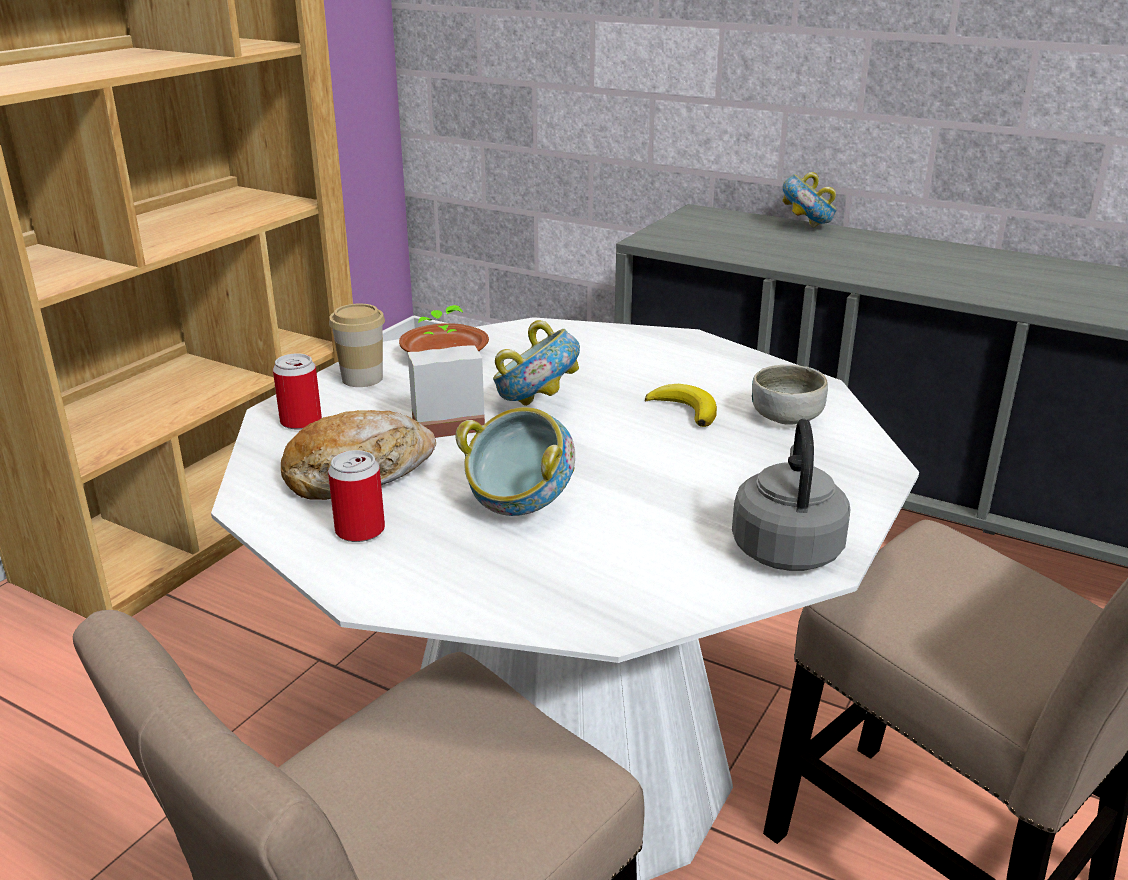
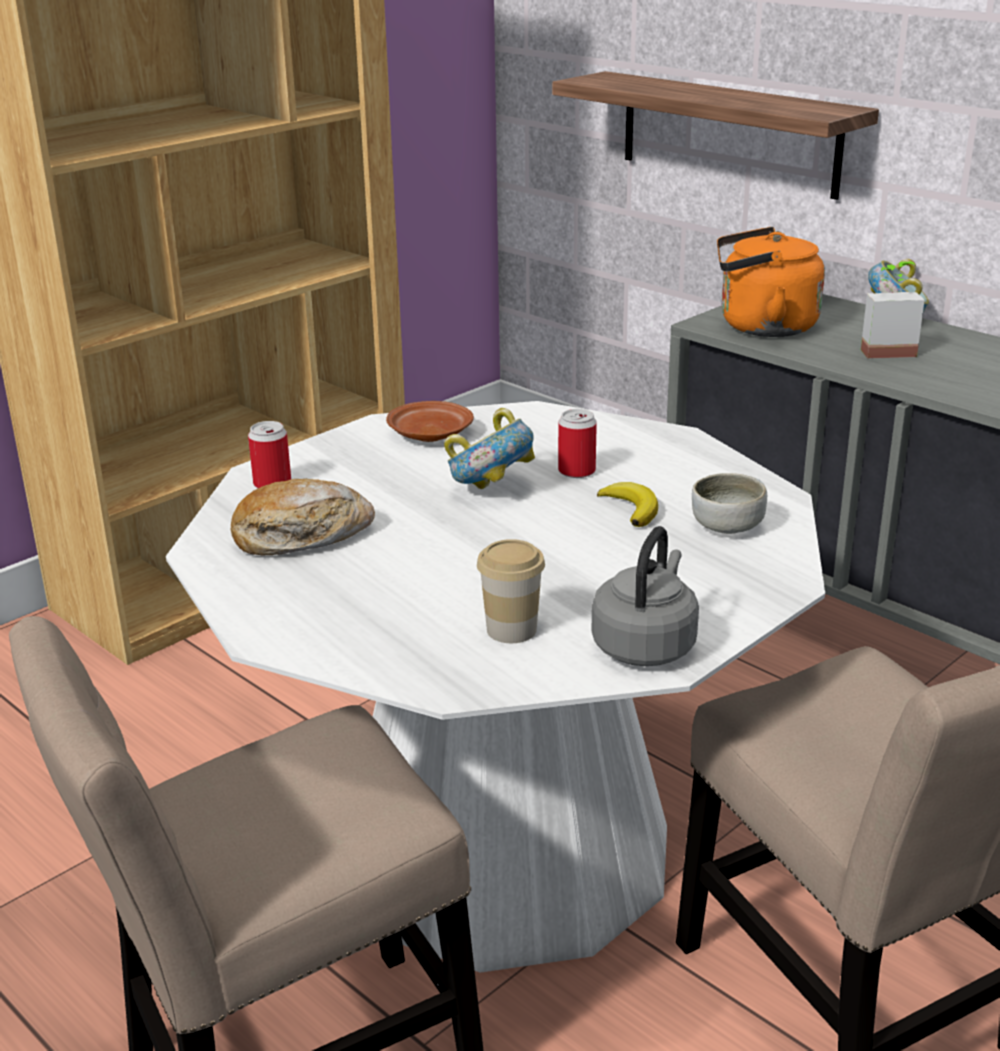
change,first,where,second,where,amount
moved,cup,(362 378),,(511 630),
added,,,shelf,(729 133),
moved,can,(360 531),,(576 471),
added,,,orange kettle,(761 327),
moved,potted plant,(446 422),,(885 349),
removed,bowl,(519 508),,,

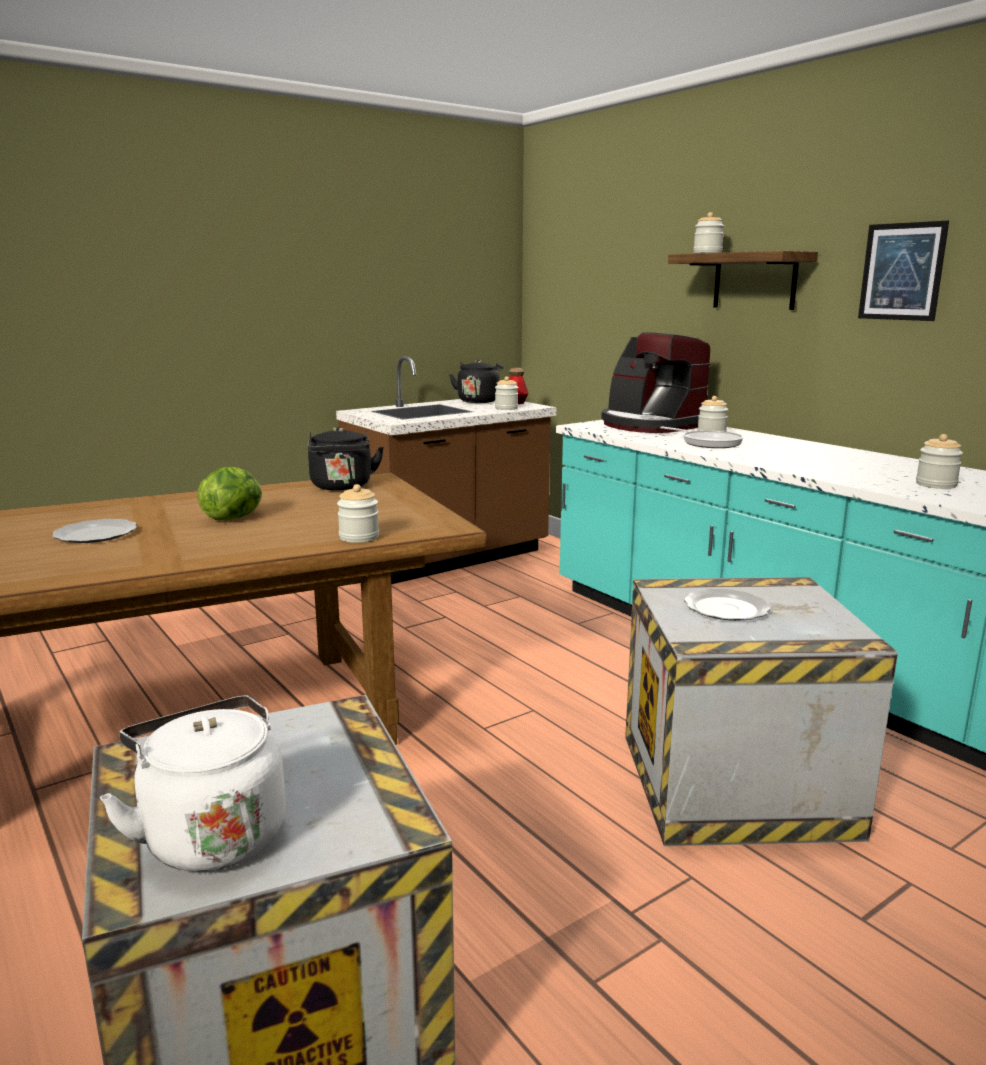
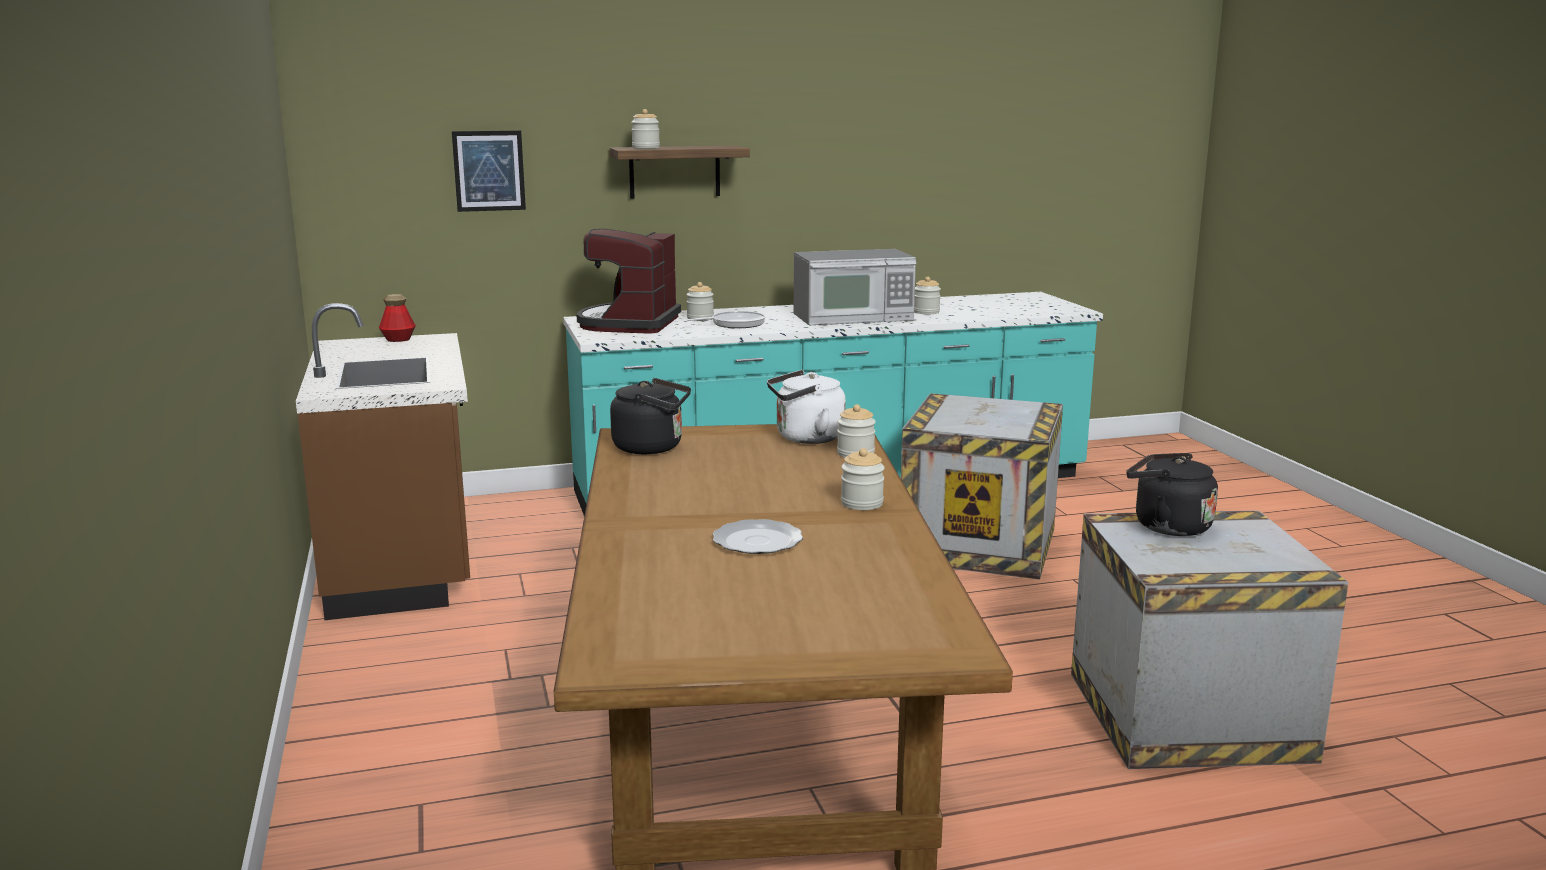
change,first,where,second,where,amount
moved,picture,(901 271),,(489 171),
turned,coffee machine,(650 425),,(629 324),120 degrees clockwise
moved,white kettle,(211 833),,(805 438),
added,,,microwave,(854 317),
moved,jar,(506 408),,(862 503),
moved,black kettle,(478 401),,(1167 526),
removed,lettuce,(234 518),,,
removed,plate,(726 608),,,

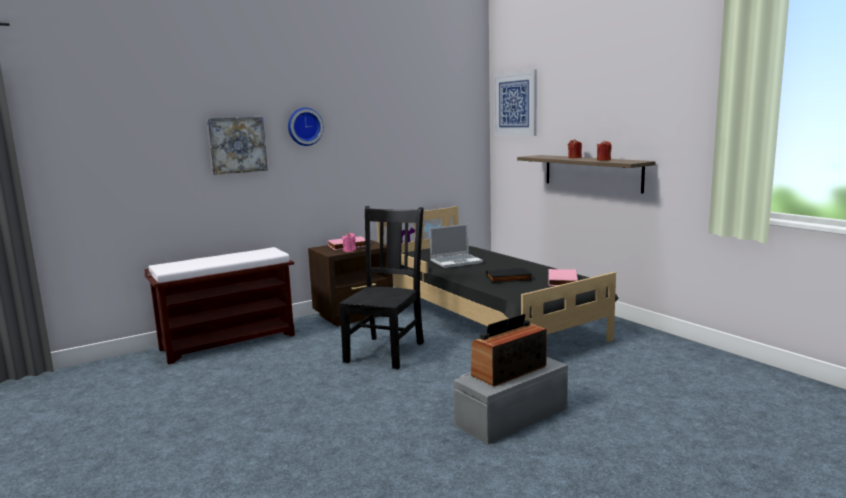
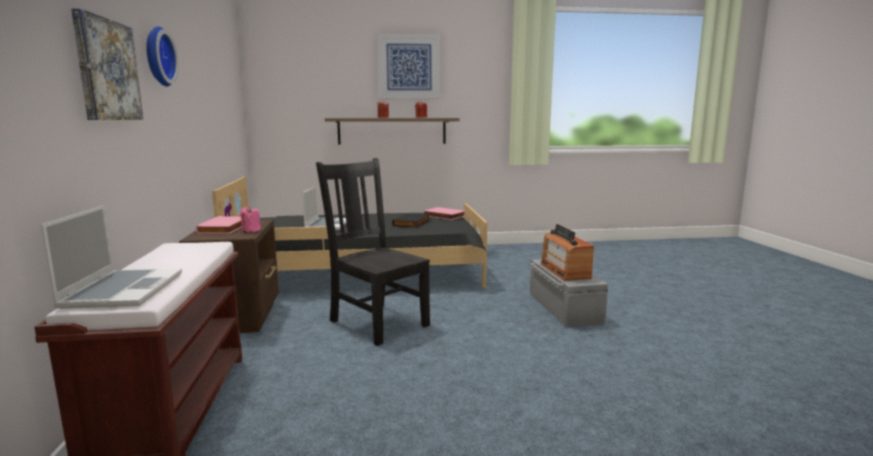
change,first,where,second,where,amount
added,,,laptop,(123 290),
moved,picture,(515 104),,(408 67),

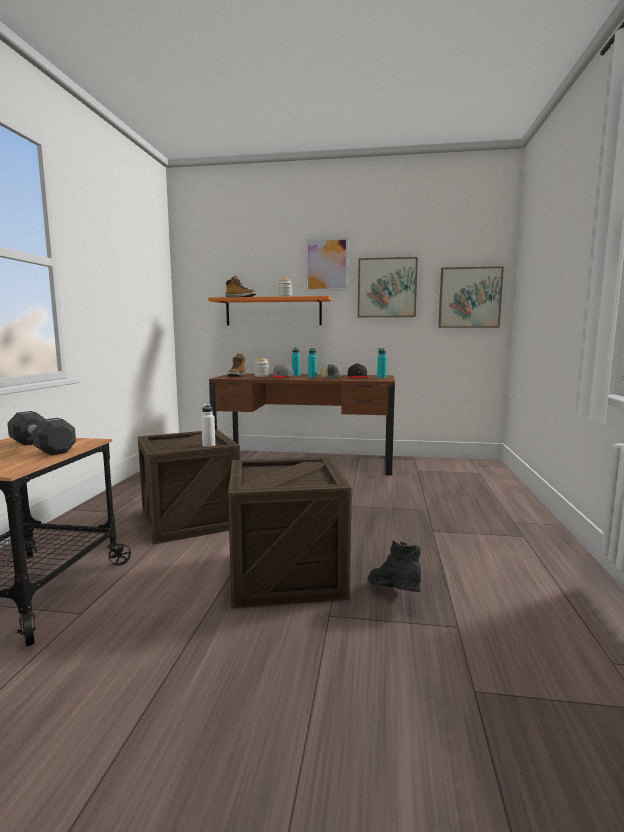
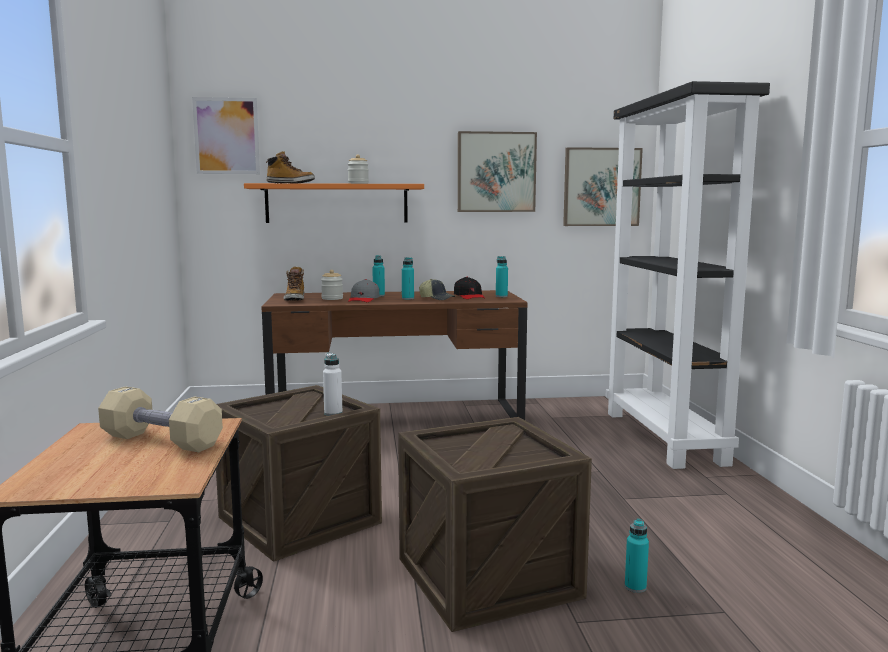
change,first,where,second,where,amount
recoloured,black dumbbell,(42 448),beige dumbbell,(162 441),
moved,picture,(326 264),,(226 136),
added,,,black bookcase,(665 437),
replaced,black boot,(395 596),turquoise bottle,(635 587),

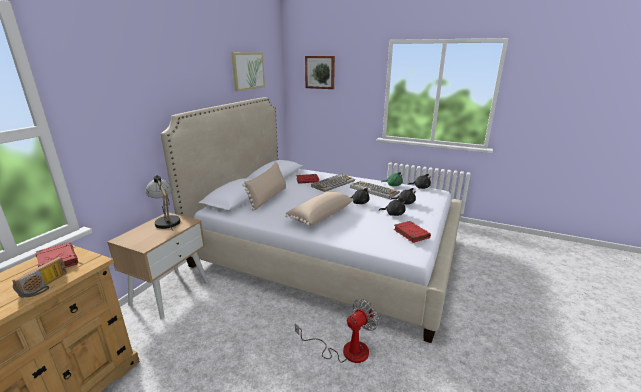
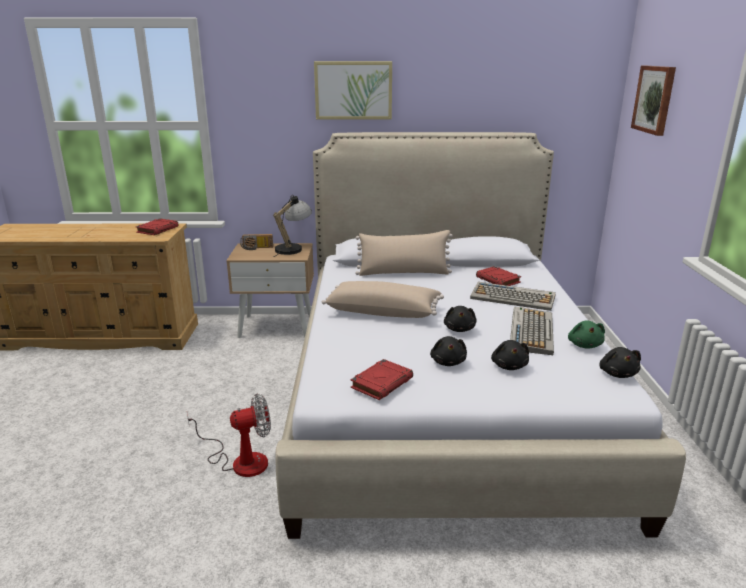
change,first,where,second,where,amount
turned,fan,(345 350),,(240 460),45 degrees counterclockwise
moved,radio,(45 286),,(256 248),
moved,picture,(248 71),,(353 90),

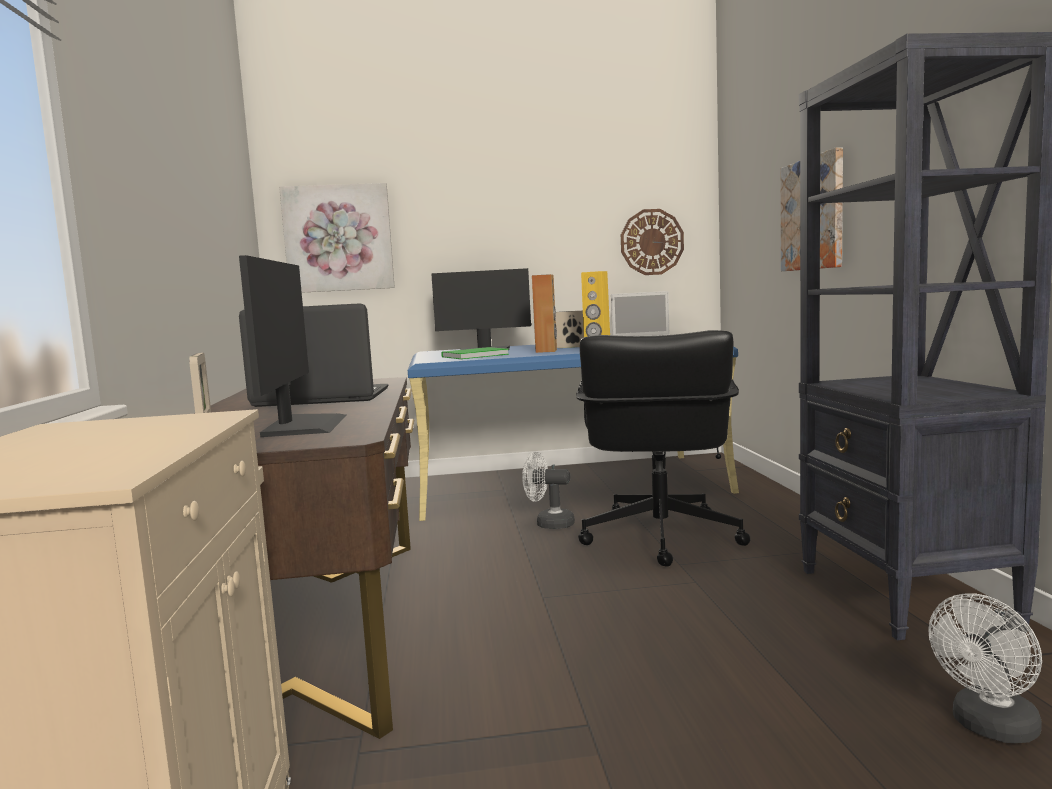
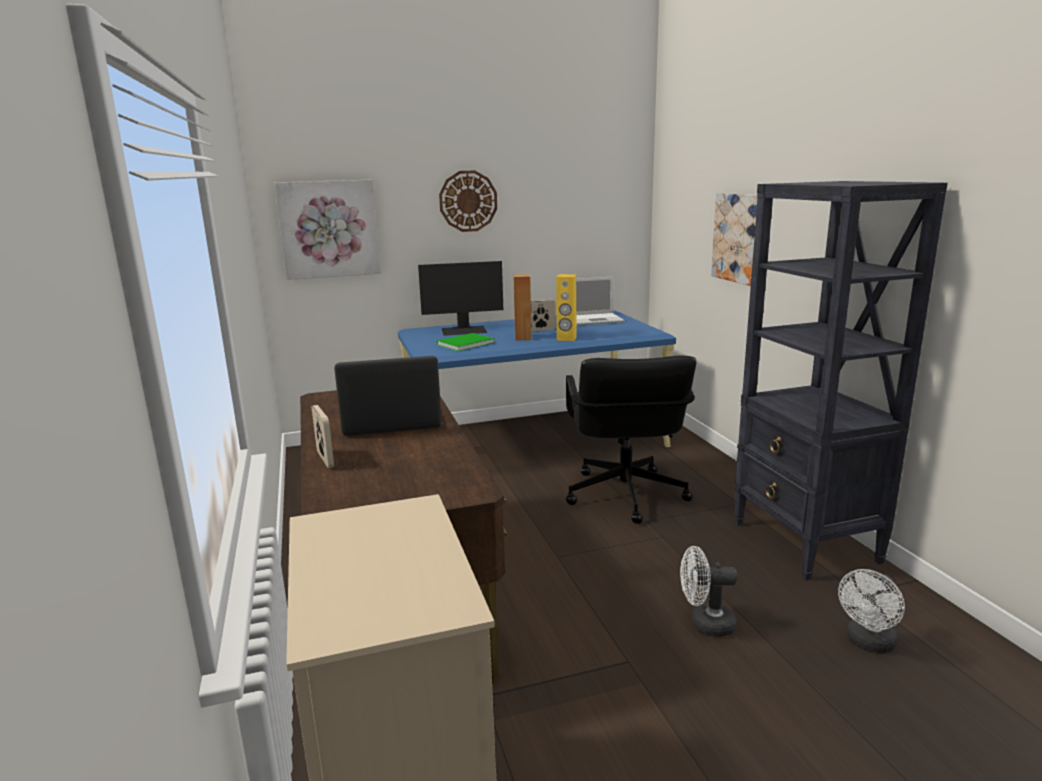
change,first,where,second,where,amount
moved,wall clock,(651 242),,(468 201),
moved,white fan,(548 524),,(705 624),
removed,monitor,(303 425),,,

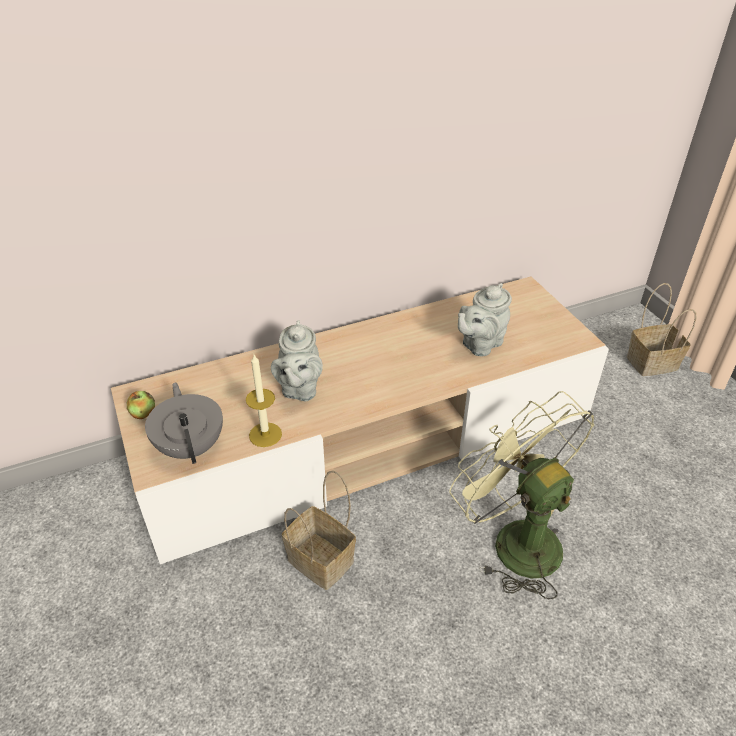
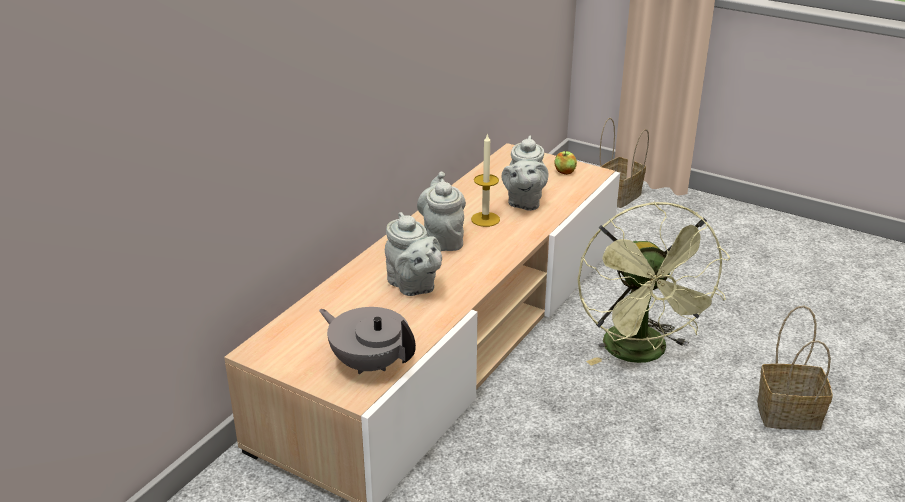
change,first,where,second,where,amount
added,,,grey teapot,(443 239),
moved,candle,(265 434),,(485 219),
moved,apple,(143 413),,(564 172),
turned,green fan,(514 539),,(642 354),120 degrees counterclockwise
moved,basket,(323 561),,(790 413),

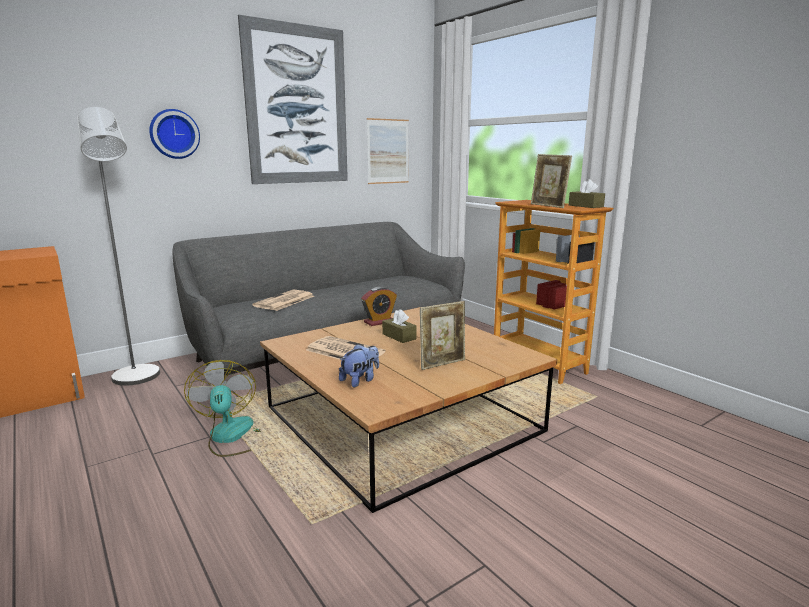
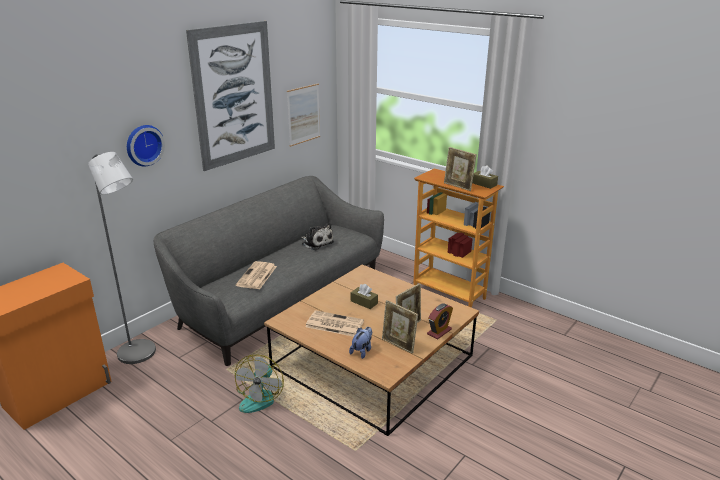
change,first,where,second,where,amount
turned,fan,(232 437),,(260 397),135 degrees counterclockwise
added,,,plush toy,(316 243),
added,,,picture frame,(398 345),
moved,alarm clock,(379 322),,(439 332),

